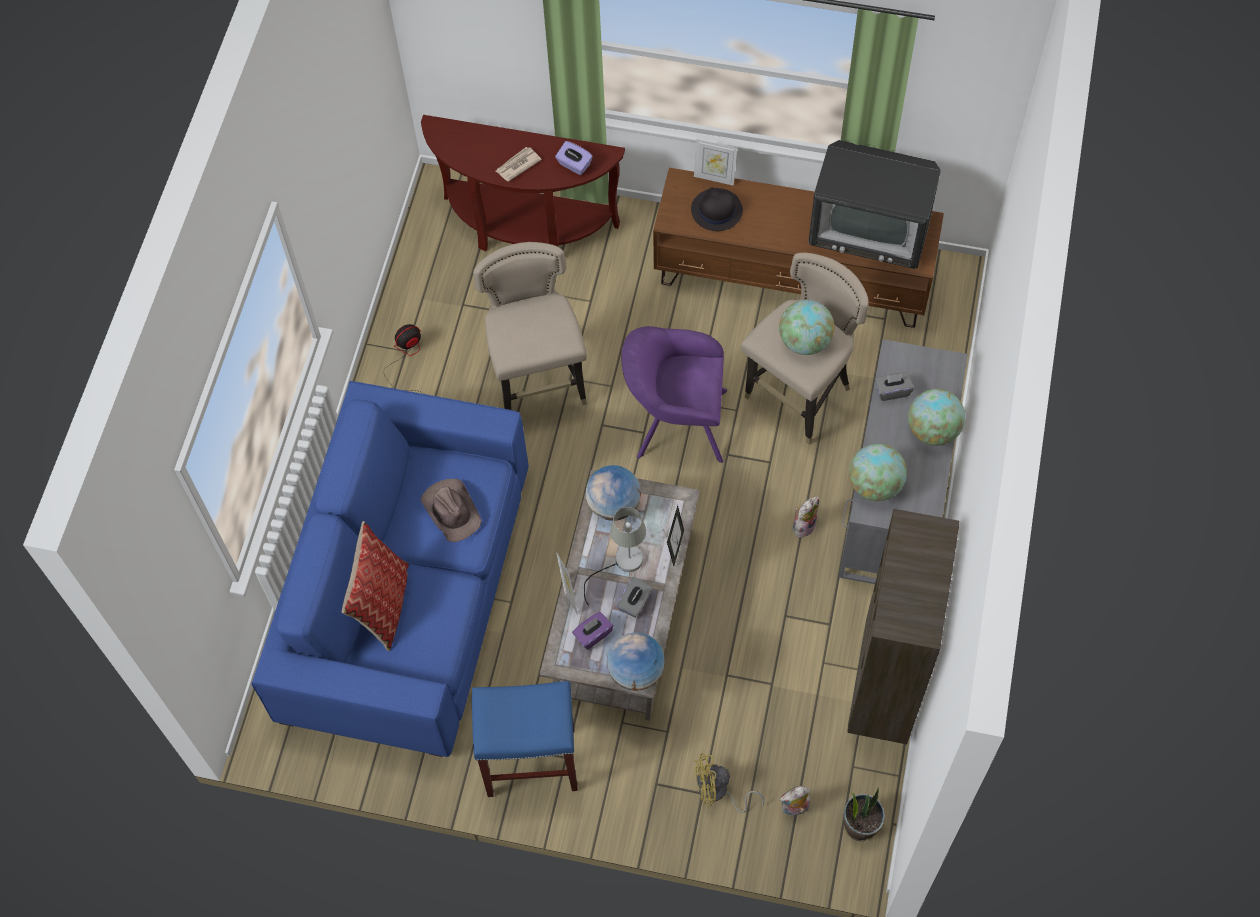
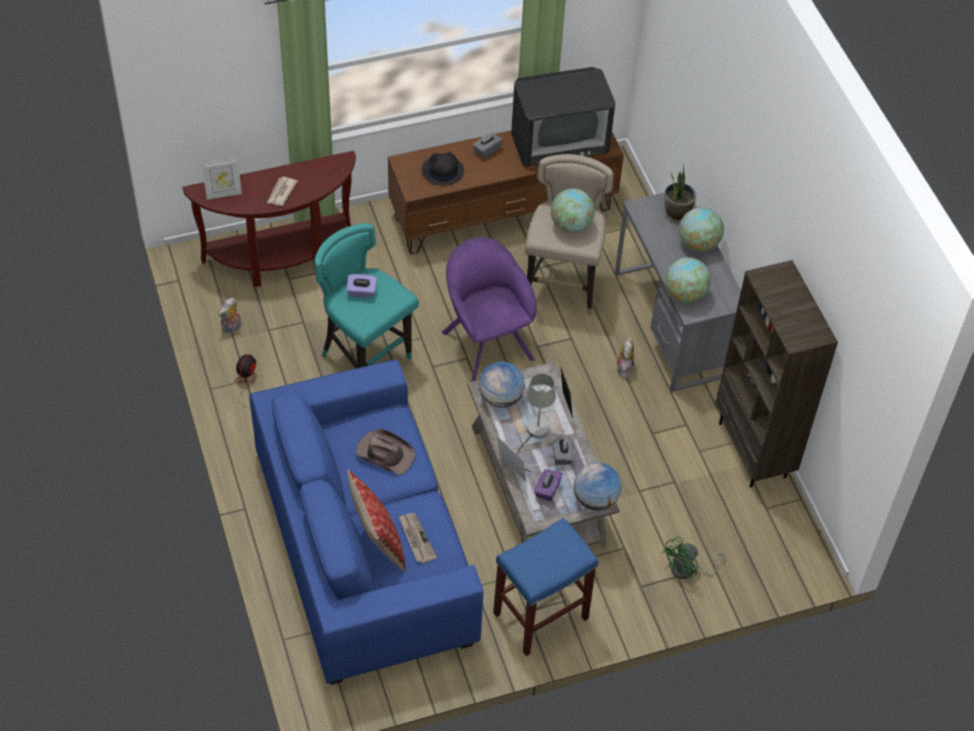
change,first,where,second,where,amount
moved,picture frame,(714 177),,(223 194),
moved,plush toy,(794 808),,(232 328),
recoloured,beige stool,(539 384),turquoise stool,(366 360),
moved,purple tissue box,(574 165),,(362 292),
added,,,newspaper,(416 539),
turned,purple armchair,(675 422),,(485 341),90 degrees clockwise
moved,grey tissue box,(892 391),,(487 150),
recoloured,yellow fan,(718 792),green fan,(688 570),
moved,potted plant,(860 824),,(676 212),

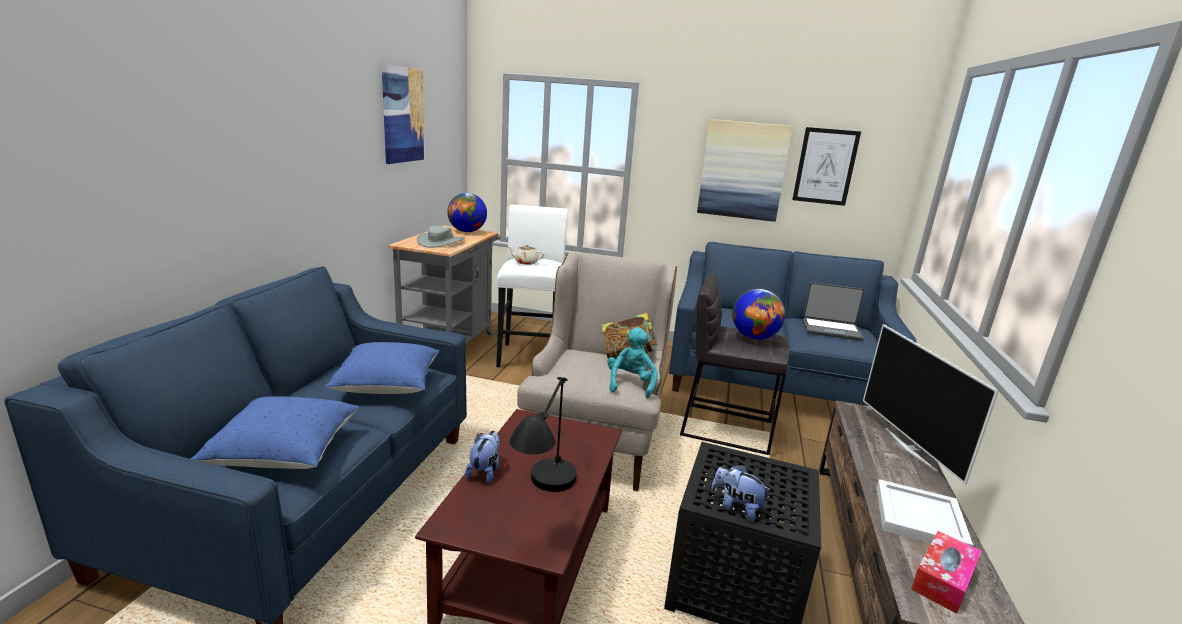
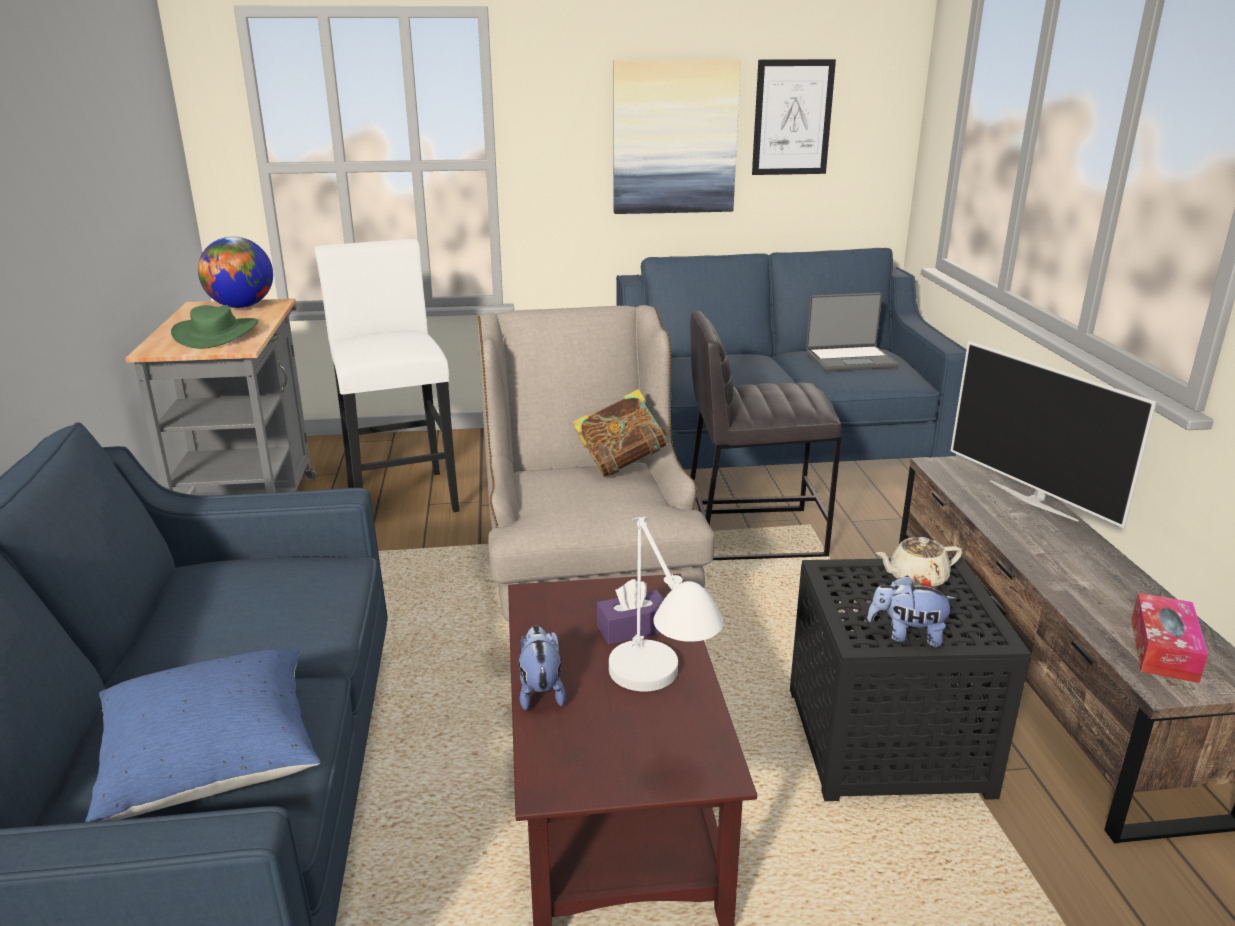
change,first,where,second,where,amount
recoloured,grey hat,(441 242),green hat,(217 334),
added,,,purple tissue box,(633 628),
recoloured,black table lamp,(543 503),white table lamp,(658 709),
moved,beige teapot,(525 262),,(916 579),
removed,blue pillow,(387 385),,,
removed,picture,(403 115),,,
removed,turquoise plush toy,(630 384),,,
removed,globe,(754 337),,,
removed,white tray,(918 518),,,

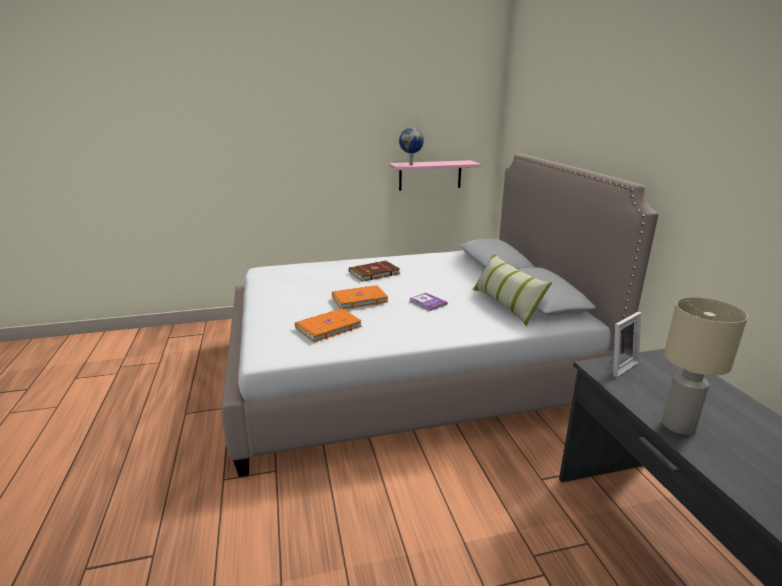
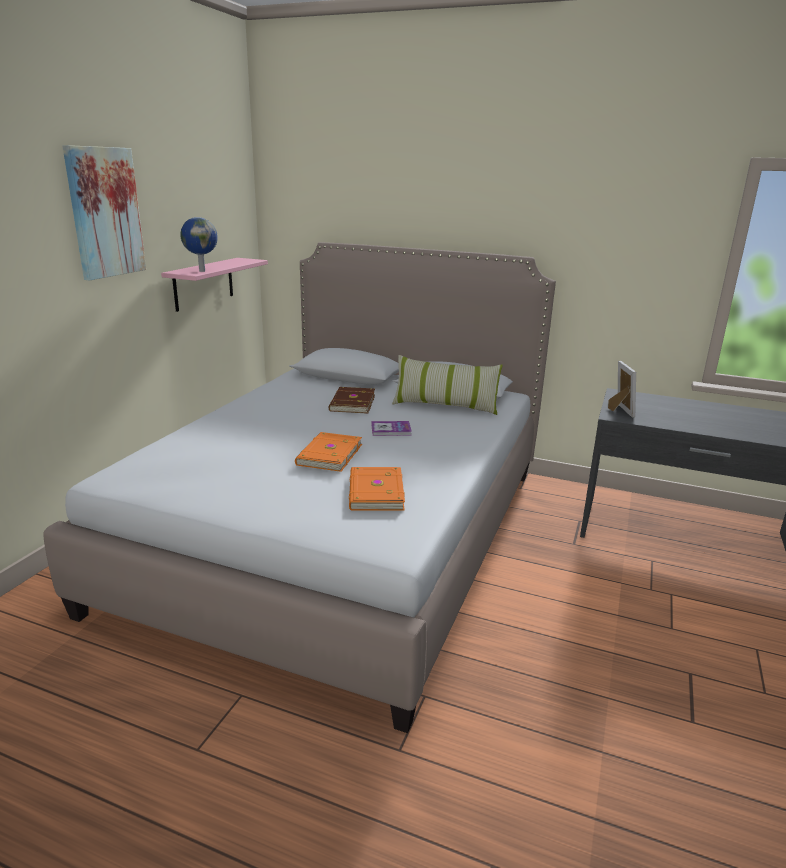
change,first,where,second,where,amount
added,,,picture,(105 212),
moved,brown book,(373 273),,(351 403),
removed,beige table lamp,(679 426),,,

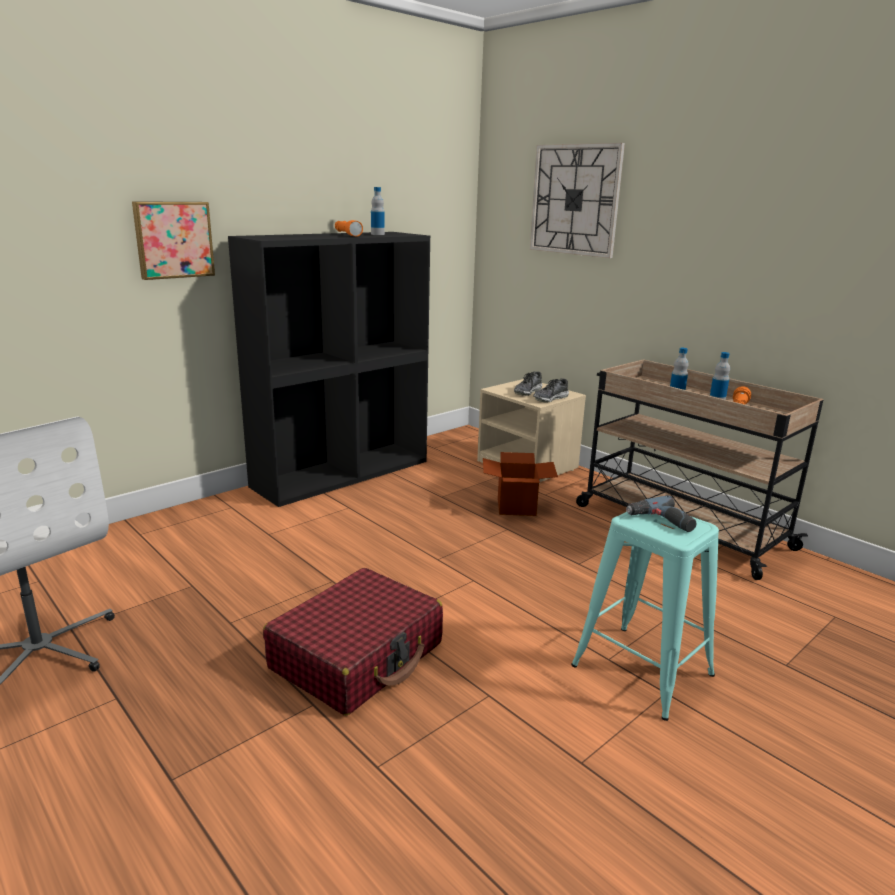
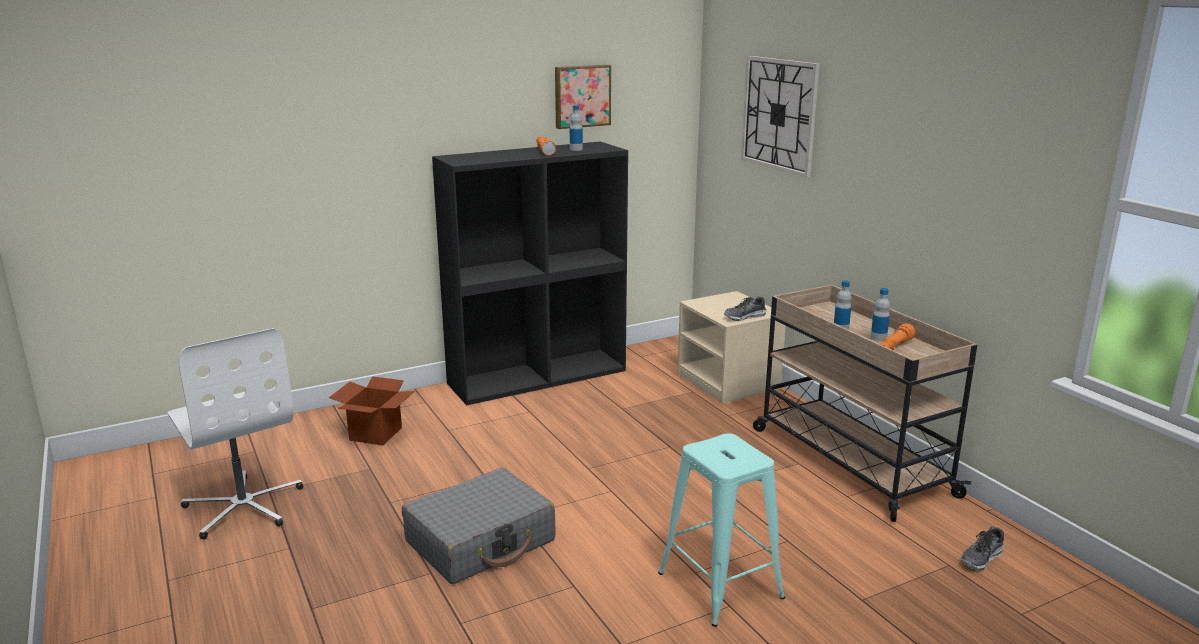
change,first,where,second,where,amount
moved,cardboard box,(516 506),,(375 434),
recoloured,red suitcase,(358 656),grey suitcase,(481 541),
moved,picture,(173 239),,(581 96),
moved,shoe,(528 391),,(981 558),
removed,power drill,(661 521),,,

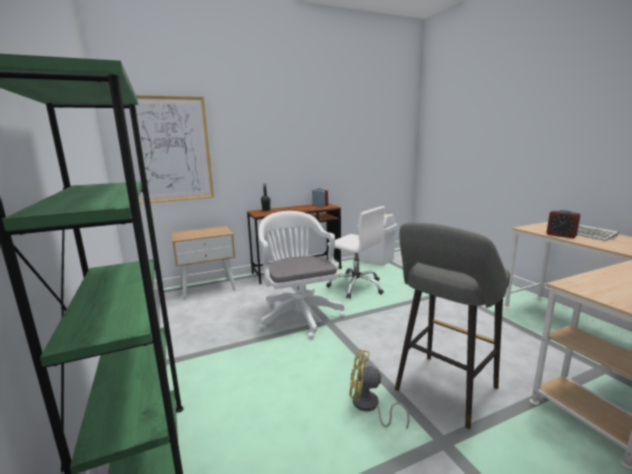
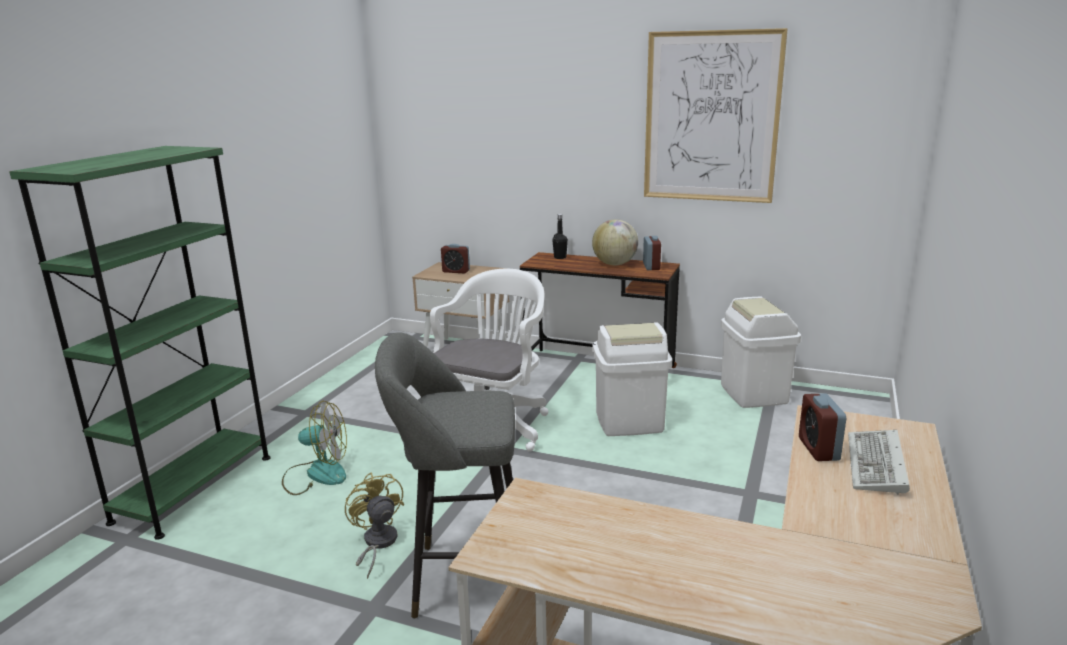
change,first,where,second,where,amount
added,,,fan,(316 474),
added,,,alarm clock,(456 271),
added,,,globe,(614 264),
replaced,white office chair,(356 286),white trash can,(629 422),
moved,picture,(167 150),,(711 117),

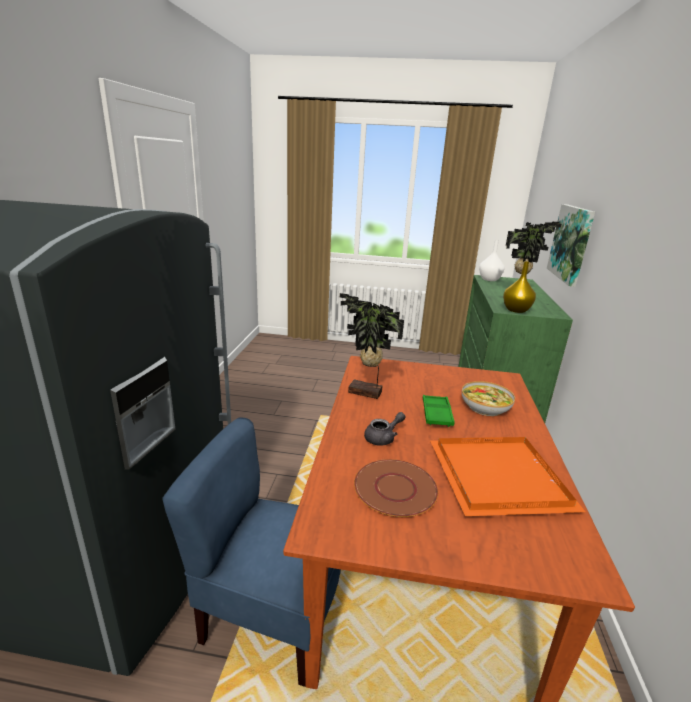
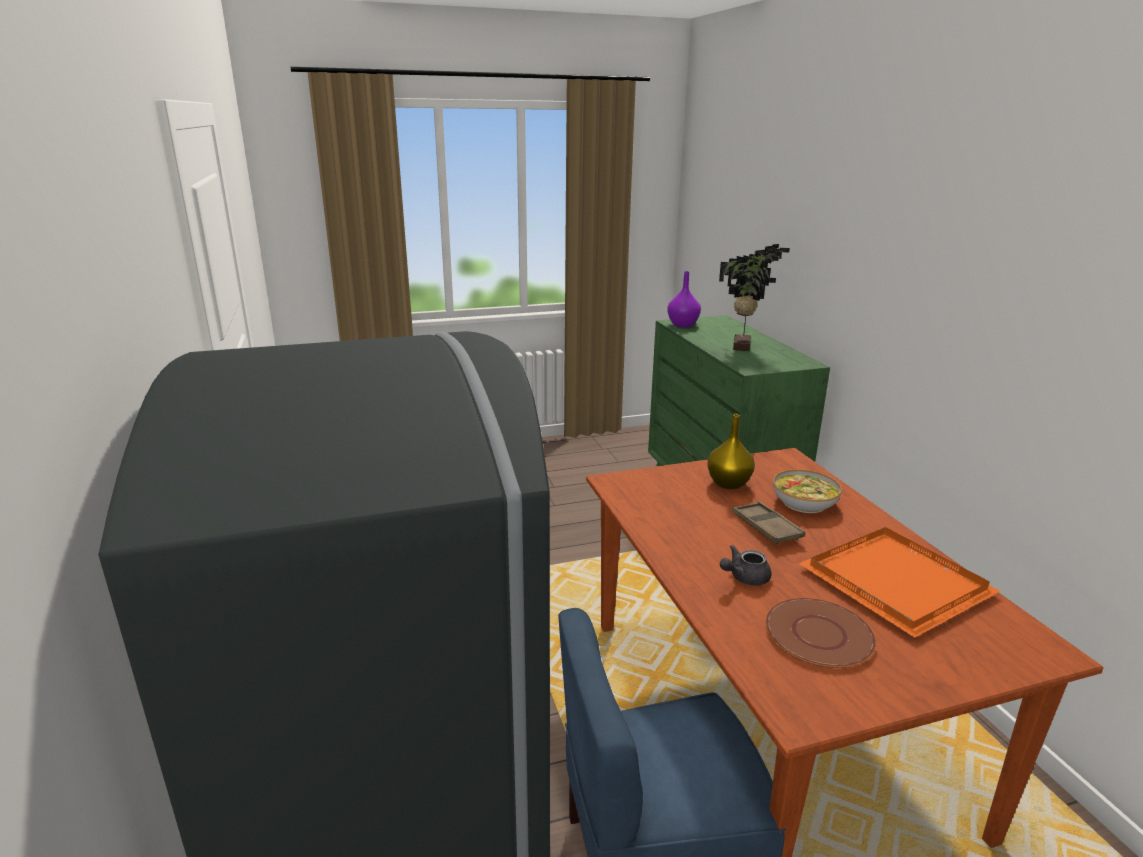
change,first,where,second,where,amount
recoloured,white vase,(489 279),purple vase,(683 325),
moved,yellow vase,(515 310),,(727 483),
turned,grey teapot,(383 438),,(744 577),150 degrees counterclockwise
recoloured,green tray,(436 414),brown tray,(766 527),
removed,potted plant,(365 393),,,
removed,picture,(571 243),,,

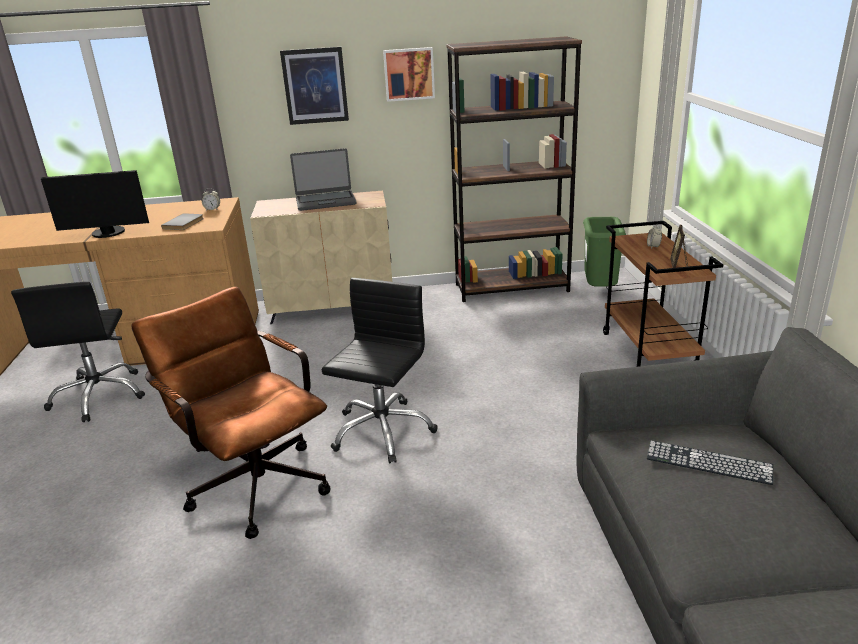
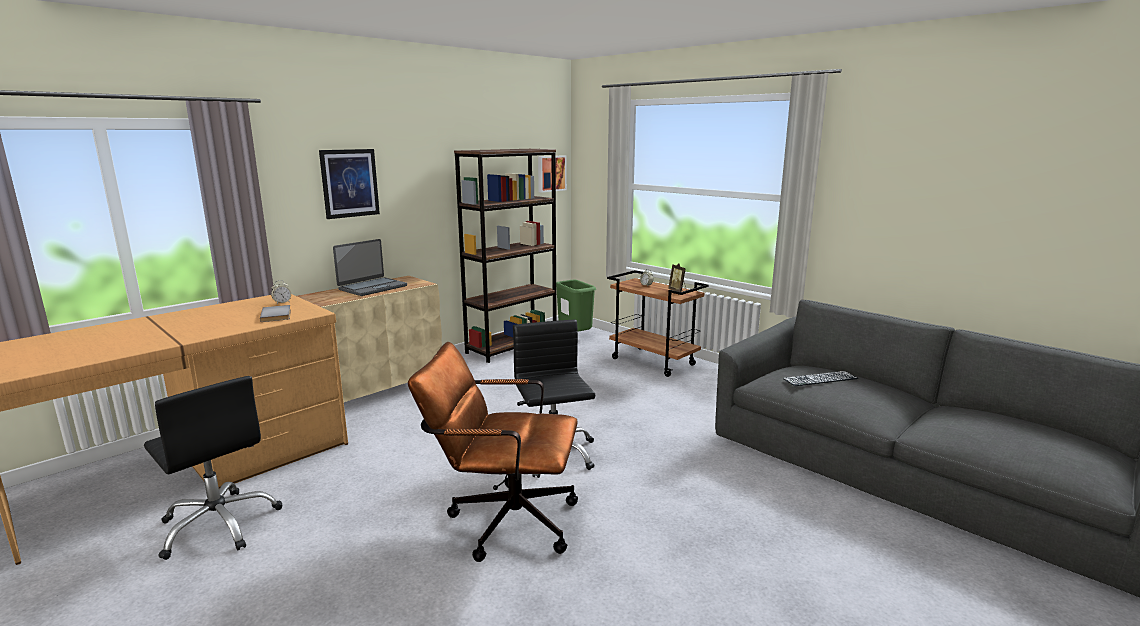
change,first,where,second,where,amount
moved,picture,(409 74),,(551 173),
removed,monitor,(107 233),,,

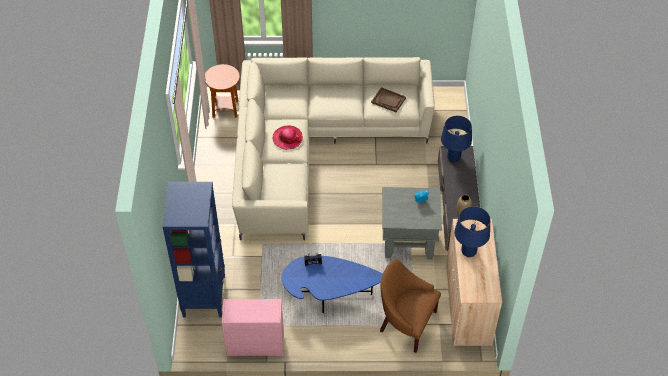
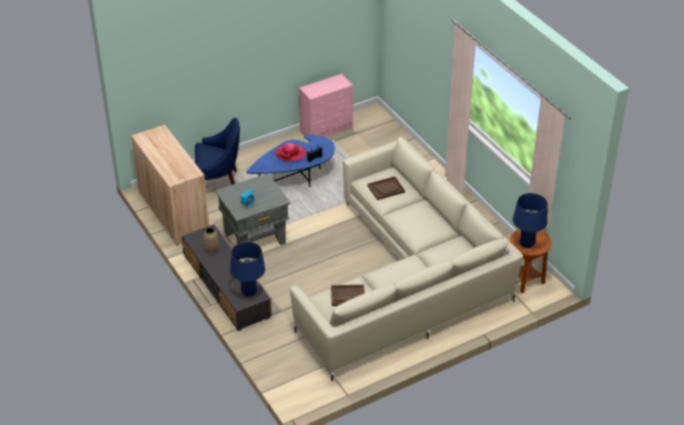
change,first,where,second,where,amount
recoloured,brown armchair,(406 323),blue armchair,(218 182),
moved,hat,(287 138),,(290 154),
added,,,brown tray,(386 189),
moved,blue table lamp,(468 251),,(527 243),
removed,blue bookcase,(204 296),,,

